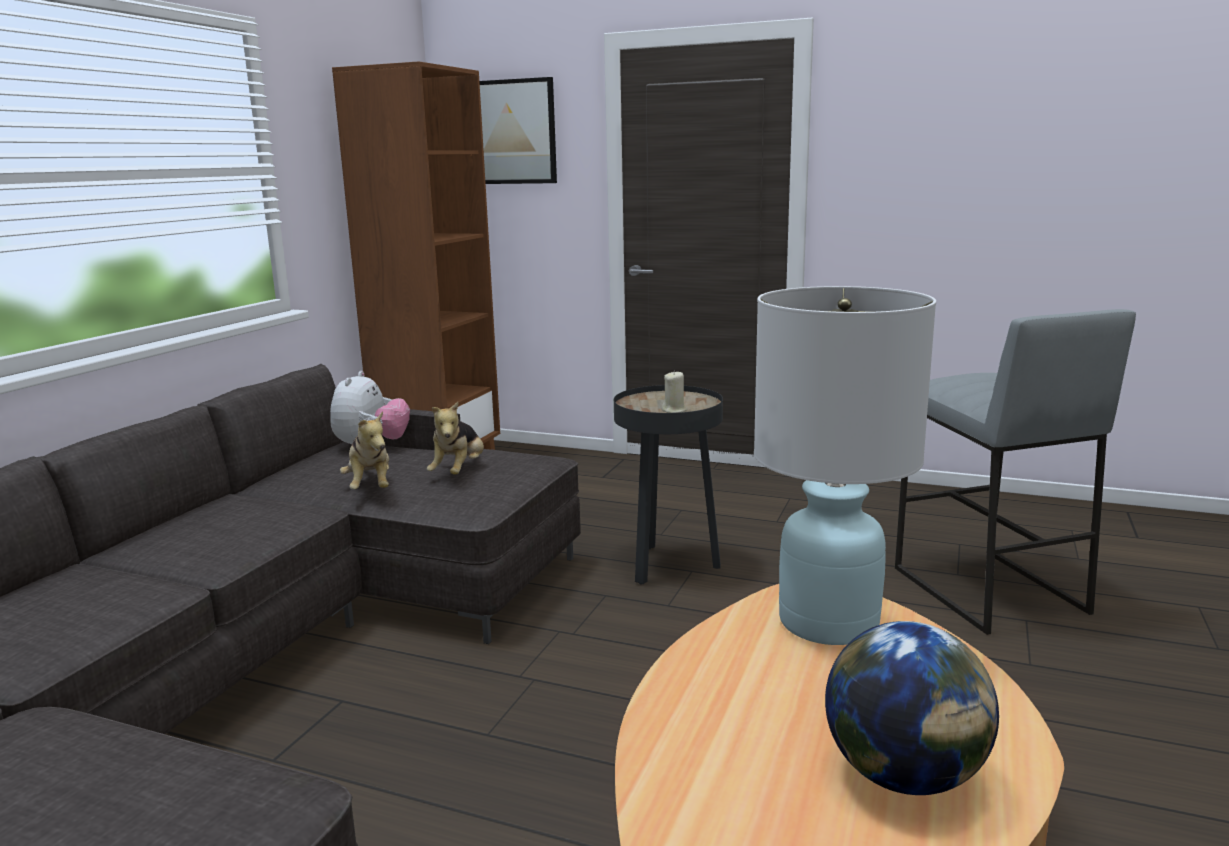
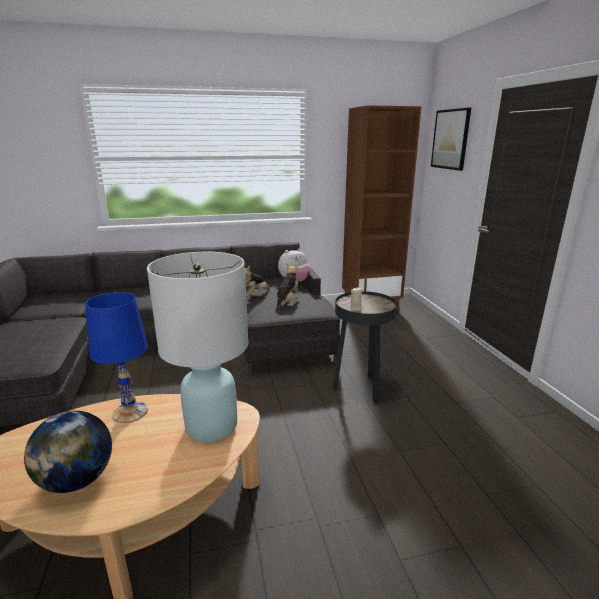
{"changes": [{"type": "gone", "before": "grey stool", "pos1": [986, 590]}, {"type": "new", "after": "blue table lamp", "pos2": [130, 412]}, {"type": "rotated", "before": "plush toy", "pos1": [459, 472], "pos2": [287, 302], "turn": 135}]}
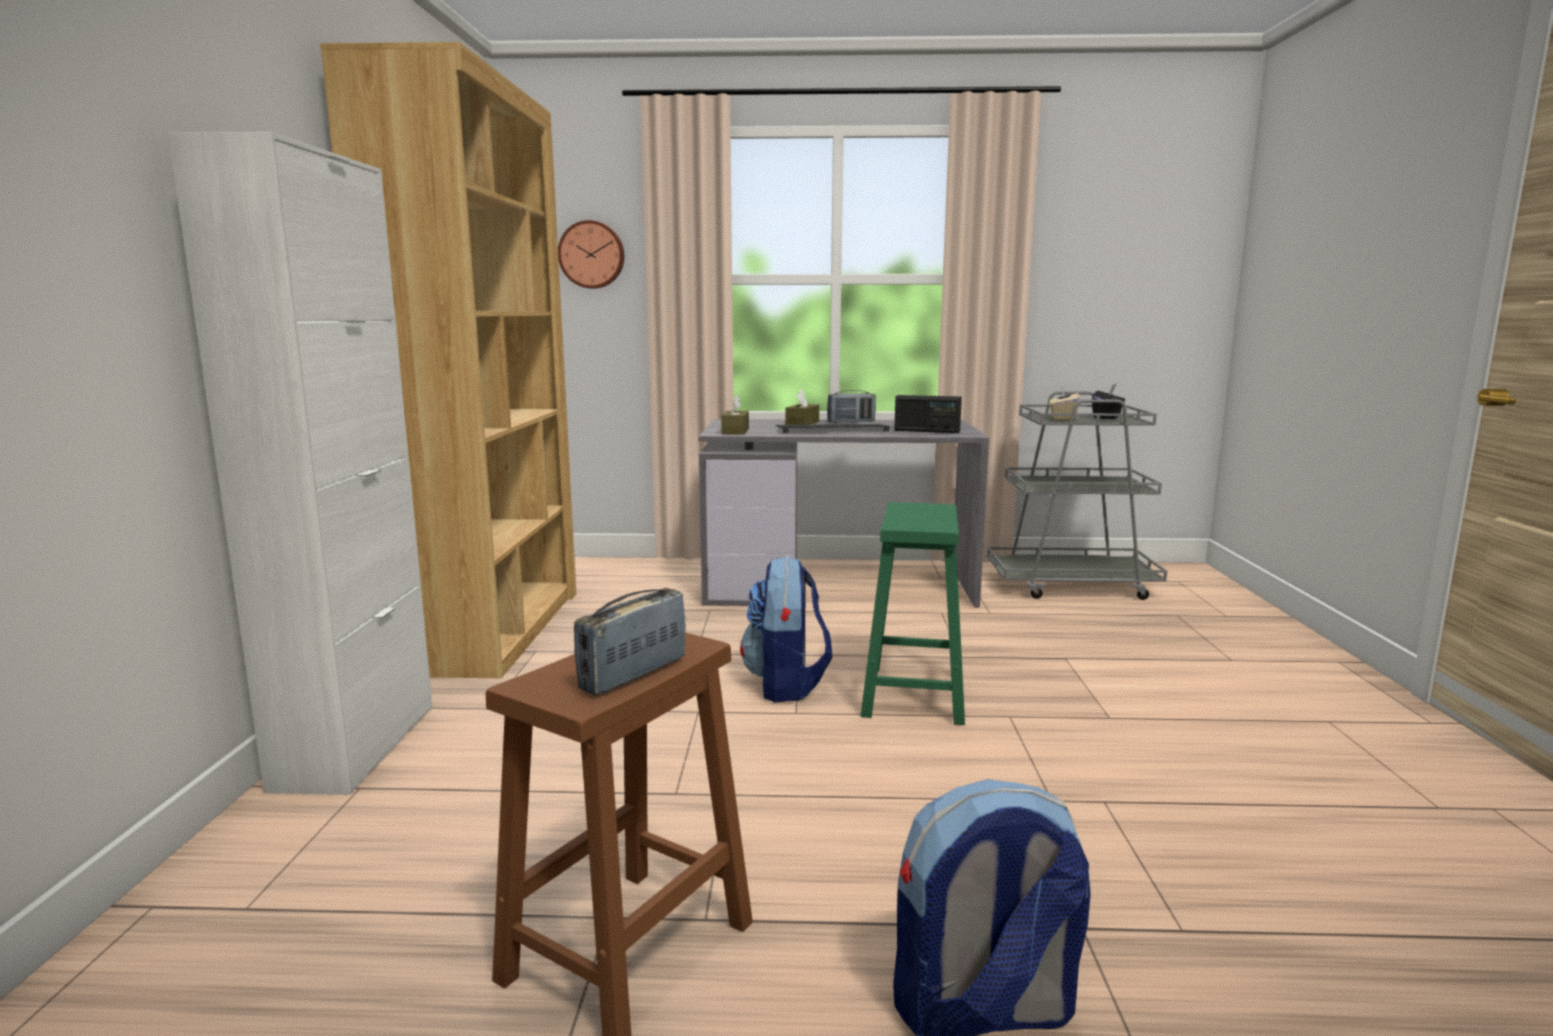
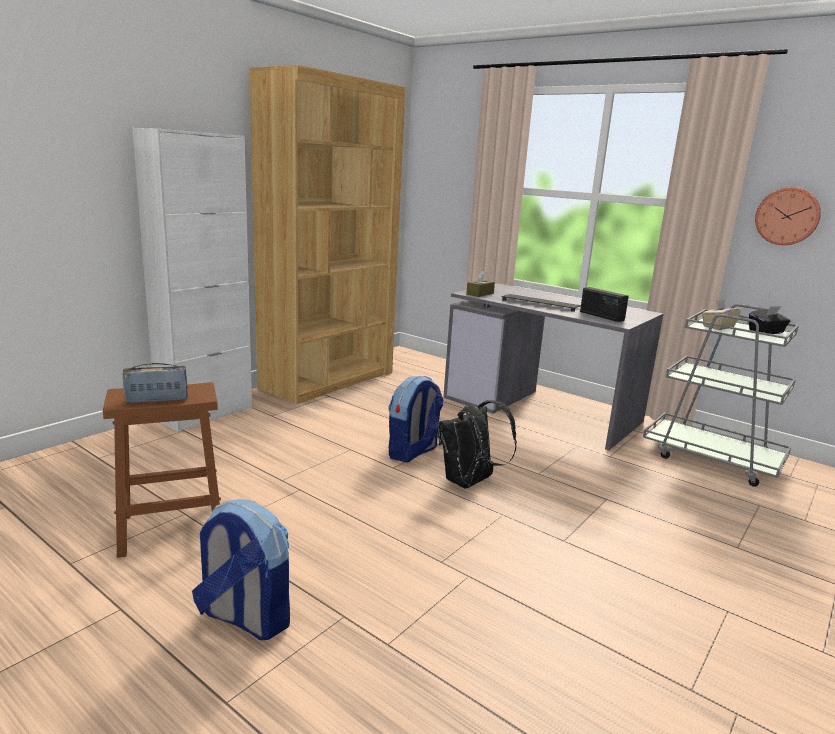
{"changes": [{"type": "gone", "before": "brown tissue box", "pos1": [802, 423]}, {"type": "gone", "before": "radio", "pos1": [851, 422]}, {"type": "shifted", "before": "wall clock", "pos1": [592, 255], "pos2": [787, 216]}, {"type": "swapped", "before": "green stool", "after": "black backpack", "pos1": [914, 695], "pos2": [469, 483]}]}
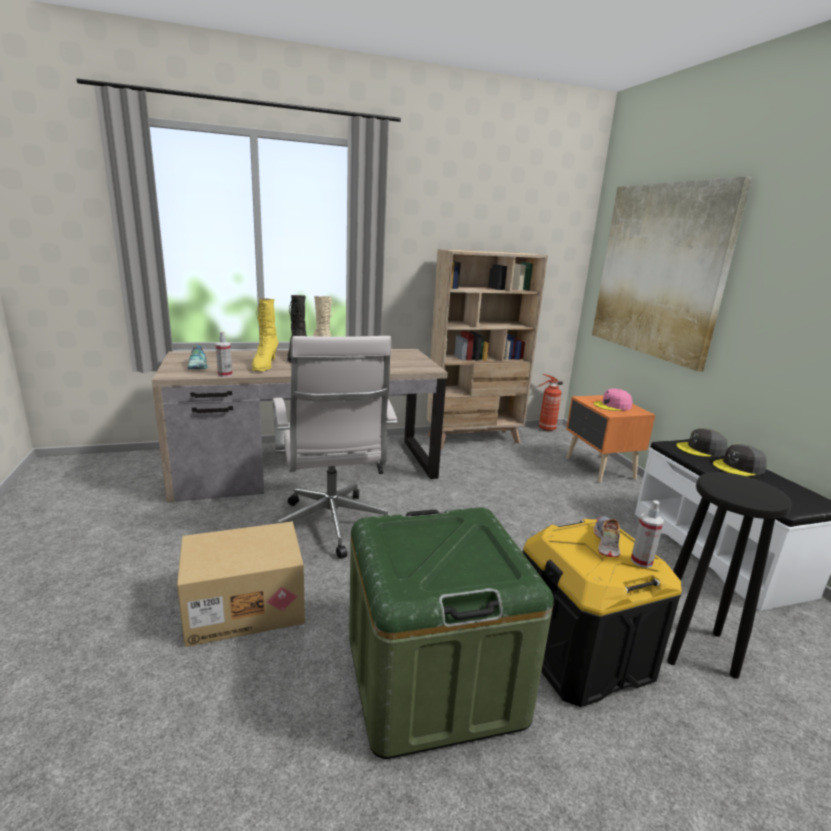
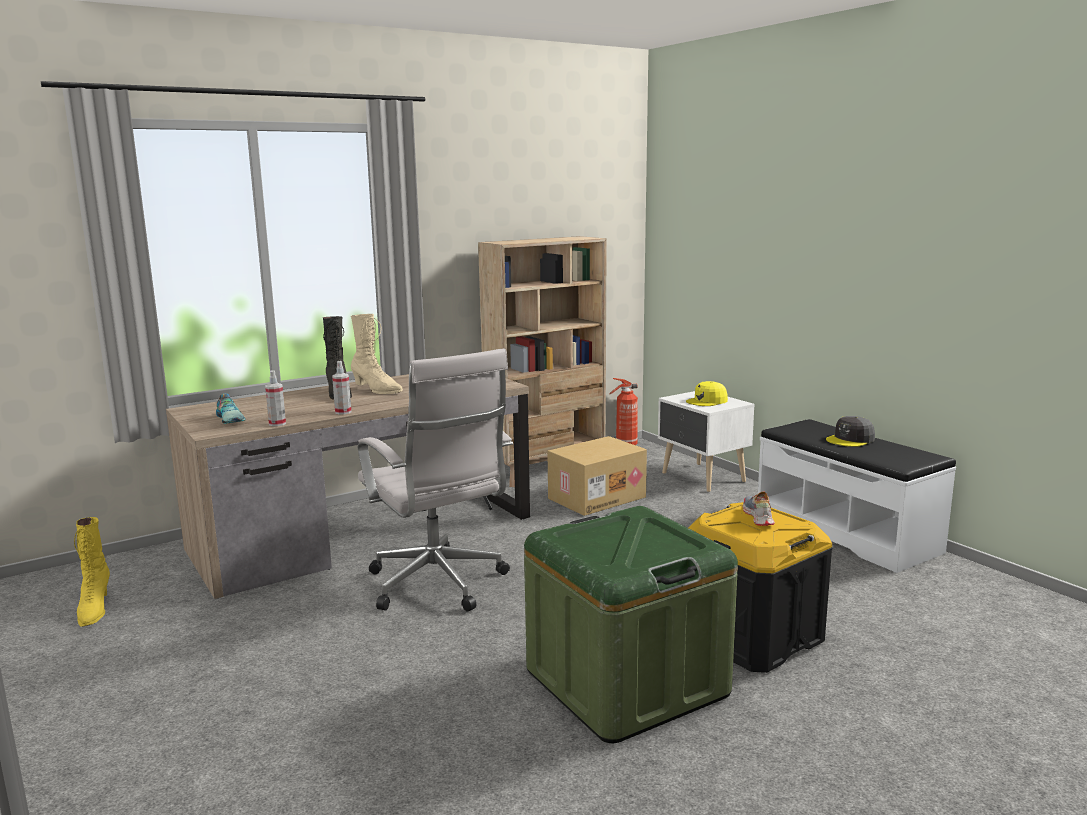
{"changes": [{"type": "gone", "before": "picture", "pos1": [659, 271]}, {"type": "gone", "before": "black stool", "pos1": [694, 646]}, {"type": "gone", "before": "grey cap", "pos1": [701, 449]}, {"type": "shifted", "before": "cardboard box", "pos1": [245, 606], "pos2": [596, 497]}, {"type": "shifted", "before": "yellow boot", "pos1": [264, 365], "pos2": [94, 610]}, {"type": "shifted", "before": "spray bottle", "pos1": [641, 561], "pos2": [343, 412]}, {"type": "repainted", "before": "orange nightstand", "after": "white nightstand", "pos1": [599, 469], "pos2": [703, 478]}, {"type": "repainted", "before": "pink cap", "after": "yellow cap", "pos1": [612, 406], "pos2": [707, 401]}]}
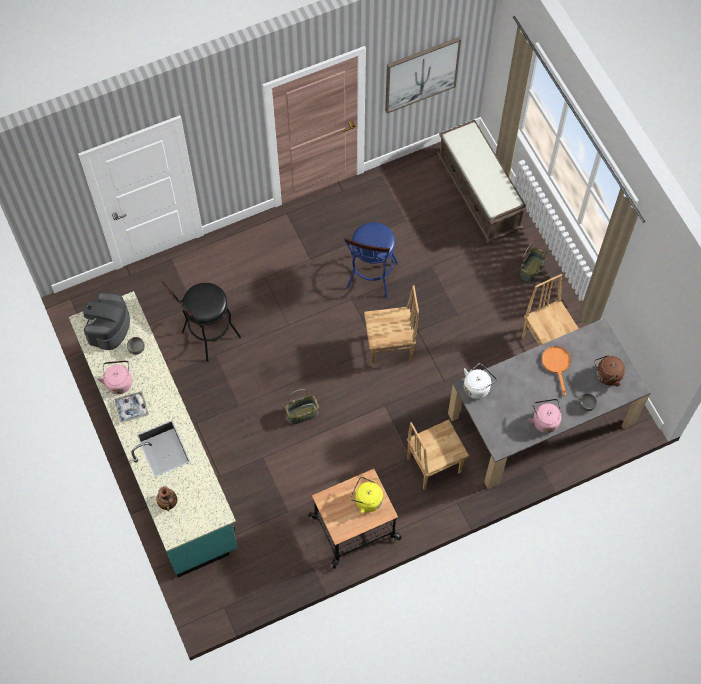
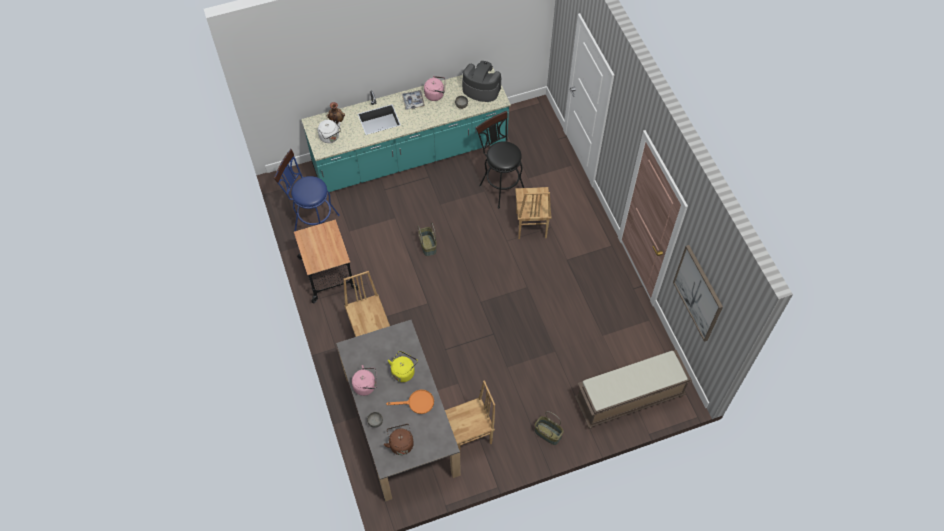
{"changes": [{"type": "shifted", "before": "blue stool", "pos1": [371, 280], "pos2": [313, 222]}, {"type": "shifted", "before": "yellow kettle", "pos1": [366, 500], "pos2": [403, 371]}, {"type": "shifted", "before": "brown chair", "pos1": [390, 349], "pos2": [530, 225]}, {"type": "shifted", "before": "white kettle", "pos1": [477, 386], "pos2": [330, 137]}]}
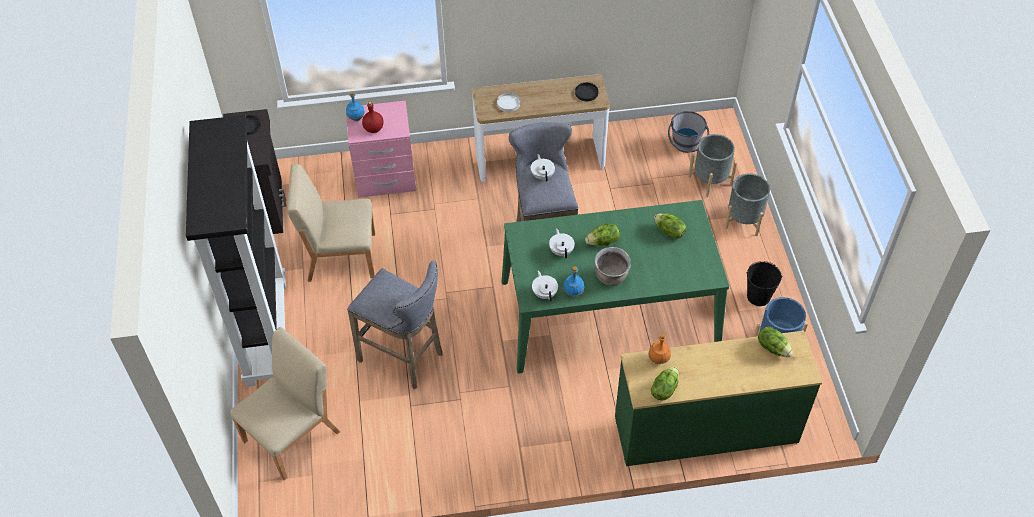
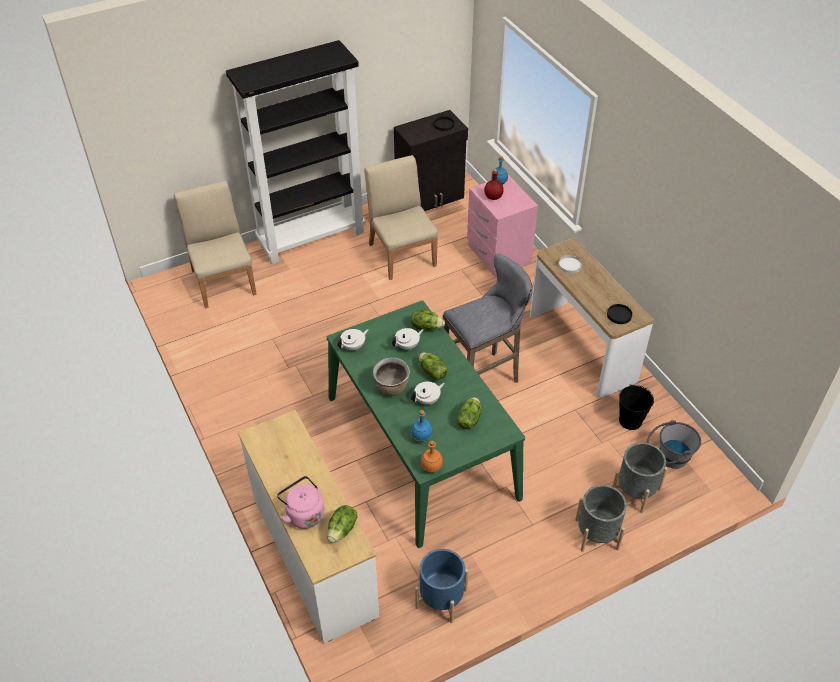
{"changes": [{"type": "gone", "before": "grey stool", "pos1": [404, 358]}, {"type": "new", "after": "pink kettle", "pos2": [303, 513]}, {"type": "shifted", "before": "white teapot", "pos1": [542, 175], "pos2": [427, 400]}, {"type": "shifted", "before": "blue bottle", "pos1": [573, 293], "pos2": [421, 438]}, {"type": "shifted", "before": "orange bottle", "pos1": [658, 360], "pos2": [431, 468]}, {"type": "shifted", "before": "lettuce", "pos1": [664, 389], "pos2": [426, 327]}, {"type": "shifted", "before": "black bucket", "pos1": [758, 297], "pos2": [630, 421]}, {"type": "repainted", "before": "green dresser", "after": "white dresser", "pos1": [706, 430], "pos2": [313, 556]}, {"type": "rotated", "before": "beige chair", "pos1": [293, 435], "pos2": [224, 281], "turn": -135}]}
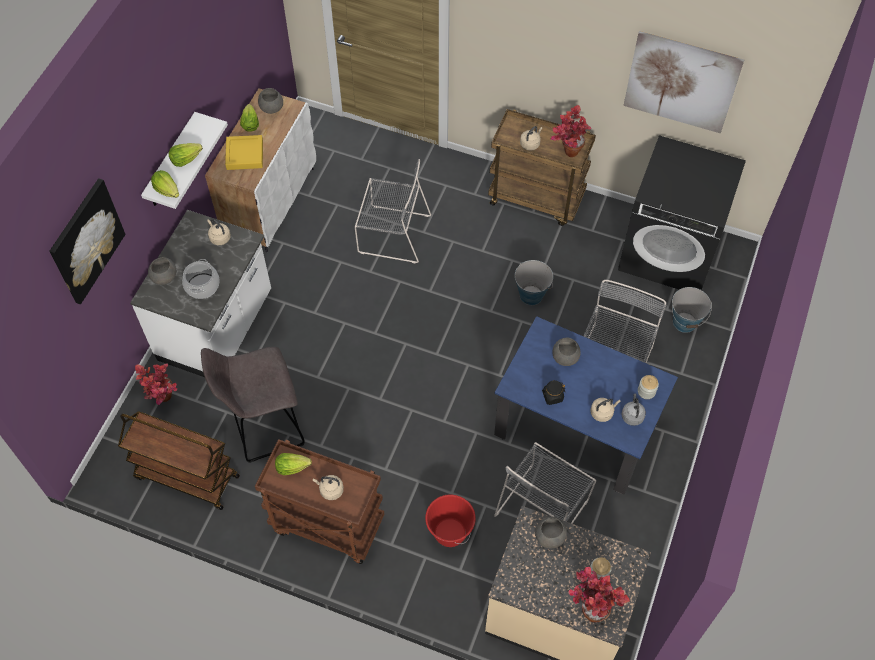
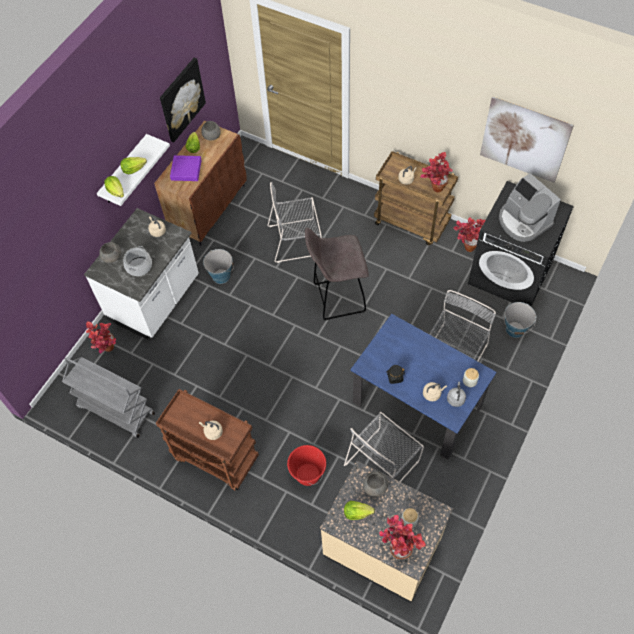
{"changes": [{"type": "gone", "before": "grey bowl", "pos1": [565, 356]}, {"type": "new", "after": "potted plant", "pos2": [466, 246]}, {"type": "new", "after": "coffee machine", "pos2": [523, 221]}, {"type": "shifted", "before": "picture", "pos1": [86, 241], "pos2": [181, 99]}, {"type": "shifted", "before": "grey stool", "pos1": [265, 428], "pos2": [337, 298]}, {"type": "shifted", "before": "lettuce", "pos1": [292, 467], "pos2": [357, 512]}, {"type": "shifted", "before": "bucket", "pos1": [531, 295], "pos2": [221, 276]}, {"type": "repainted", "before": "brown cart", "after": "grey cart", "pos1": [186, 477], "pos2": [115, 410]}, {"type": "repainted", "before": "white cabinet", "after": "brown cabinet", "pos1": [270, 202], "pos2": [208, 208]}, {"type": "repainted", "before": "yellow tray", "after": "purple tray", "pos1": [245, 155], "pos2": [186, 170]}, {"type": "rotated", "before": "grey chair", "pos1": [391, 233], "pos2": [296, 240], "turn": 150}]}
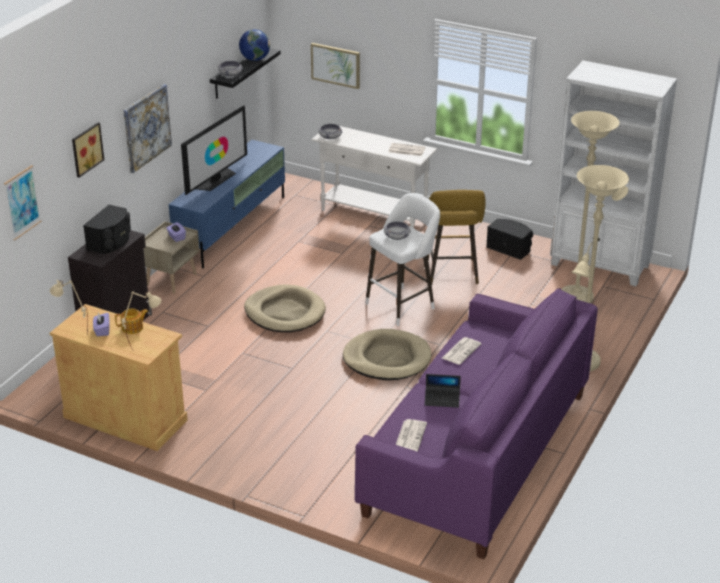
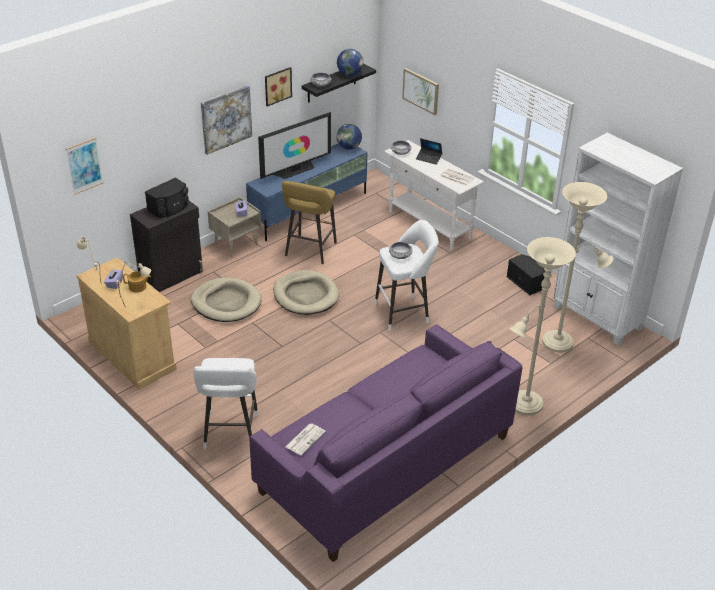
{"changes": [{"type": "gone", "before": "newspaper", "pos1": [461, 351]}, {"type": "new", "after": "white stool", "pos2": [230, 434]}, {"type": "new", "after": "globe", "pos2": [349, 147]}, {"type": "shifted", "before": "picture", "pos1": [85, 149], "pos2": [277, 85]}, {"type": "shifted", "before": "beige dog bed", "pos1": [387, 358], "pos2": [226, 303]}, {"type": "shifted", "before": "laptop", "pos1": [442, 400], "pos2": [428, 158]}, {"type": "shifted", "before": "yellow stool", "pos1": [452, 274], "pos2": [309, 251]}]}
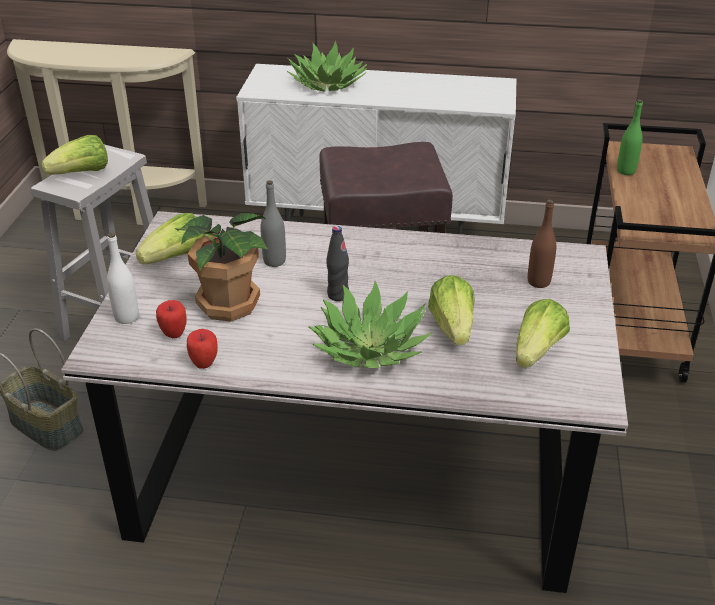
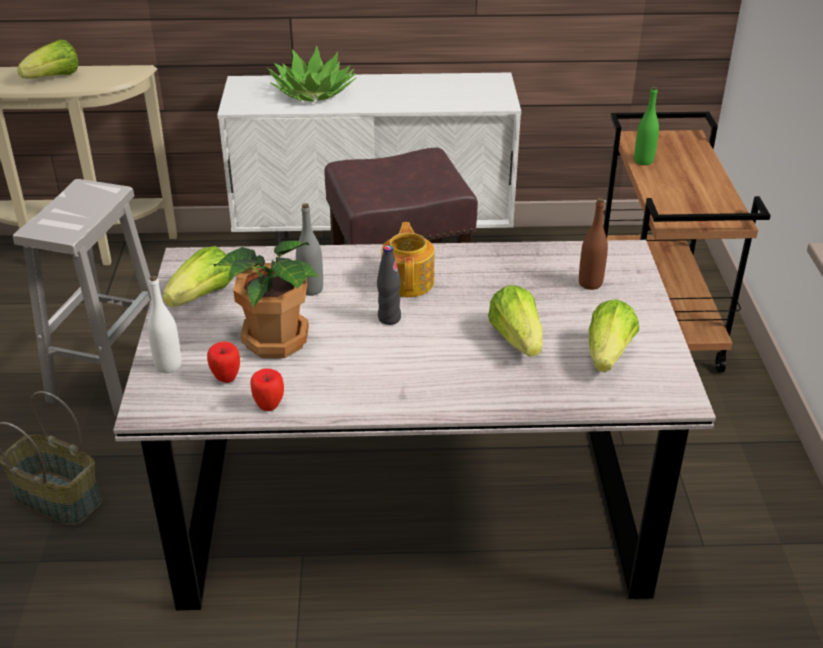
{"changes": [{"type": "gone", "before": "potted plant", "pos1": [370, 348]}, {"type": "new", "after": "teapot", "pos2": [408, 281]}, {"type": "shifted", "before": "lettuce", "pos1": [81, 173], "pos2": [54, 78]}]}
